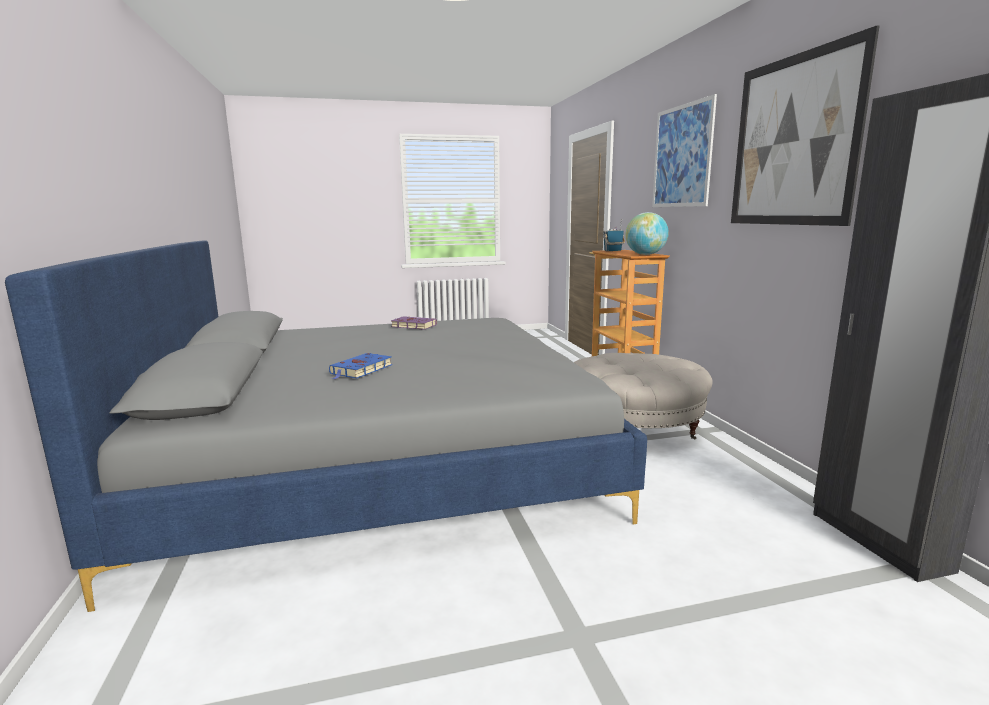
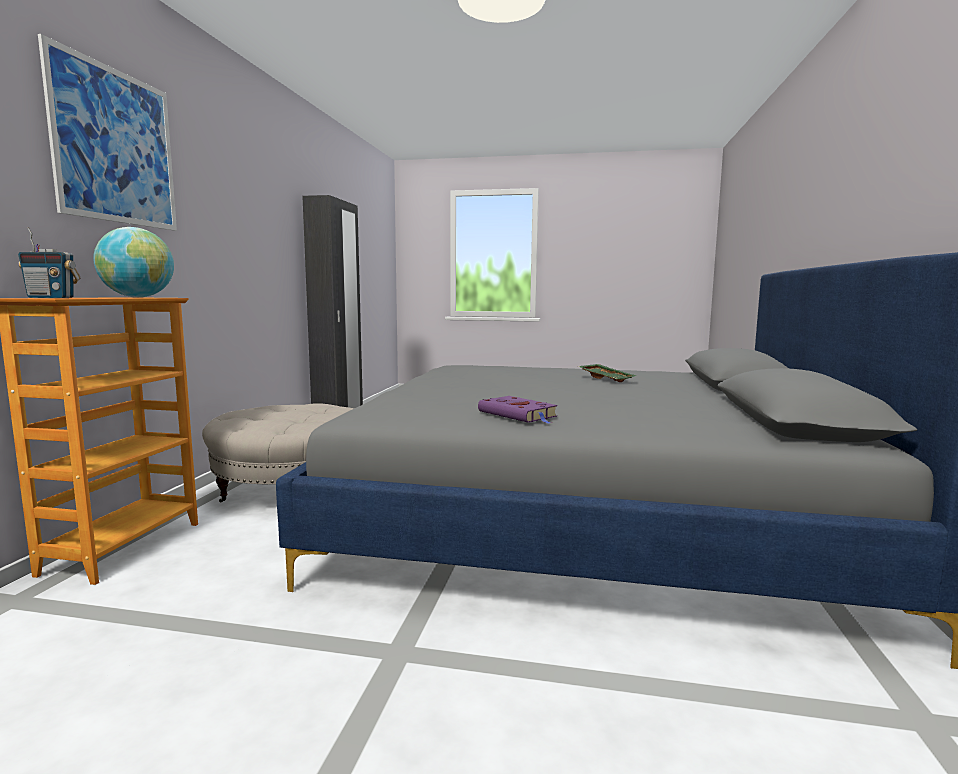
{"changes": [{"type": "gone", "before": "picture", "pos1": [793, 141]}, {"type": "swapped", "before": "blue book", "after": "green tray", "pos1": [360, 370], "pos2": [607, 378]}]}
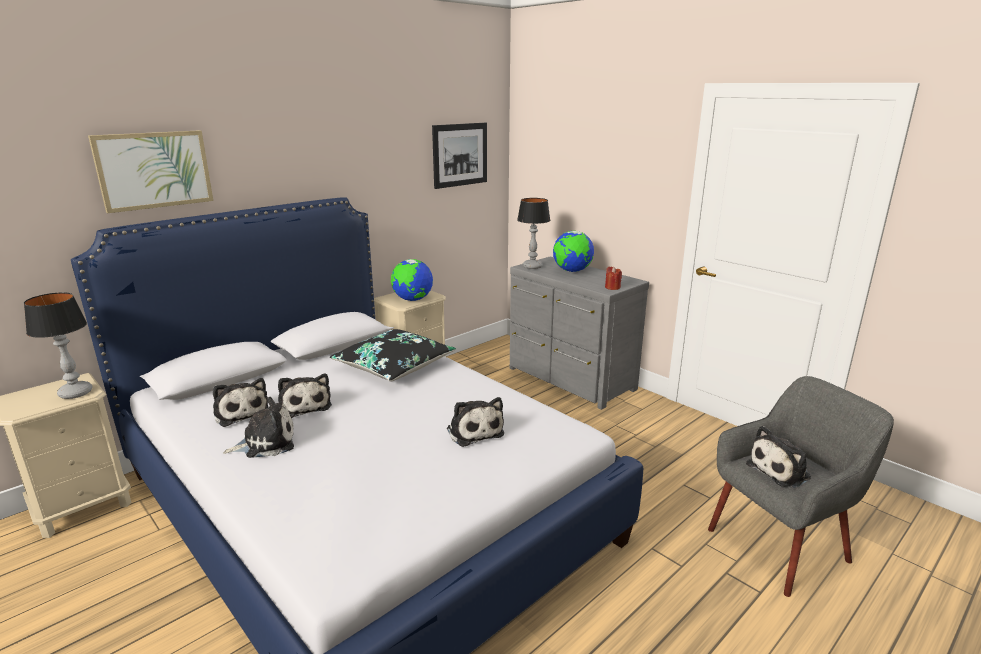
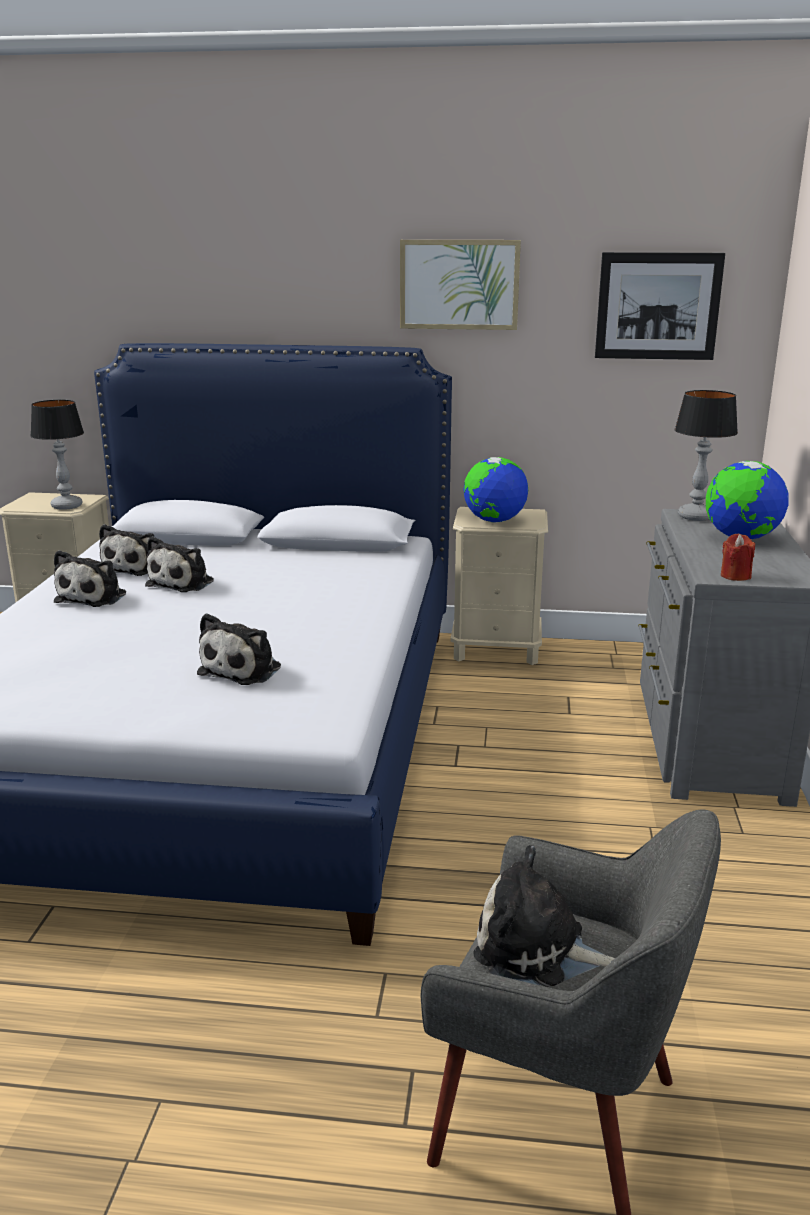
{"changes": [{"type": "gone", "before": "black pillow", "pos1": [394, 366]}, {"type": "shifted", "before": "picture", "pos1": [154, 170], "pos2": [459, 284]}, {"type": "rotated", "before": "plush toy", "pos1": [266, 442], "pos2": [94, 597], "turn": 75}]}
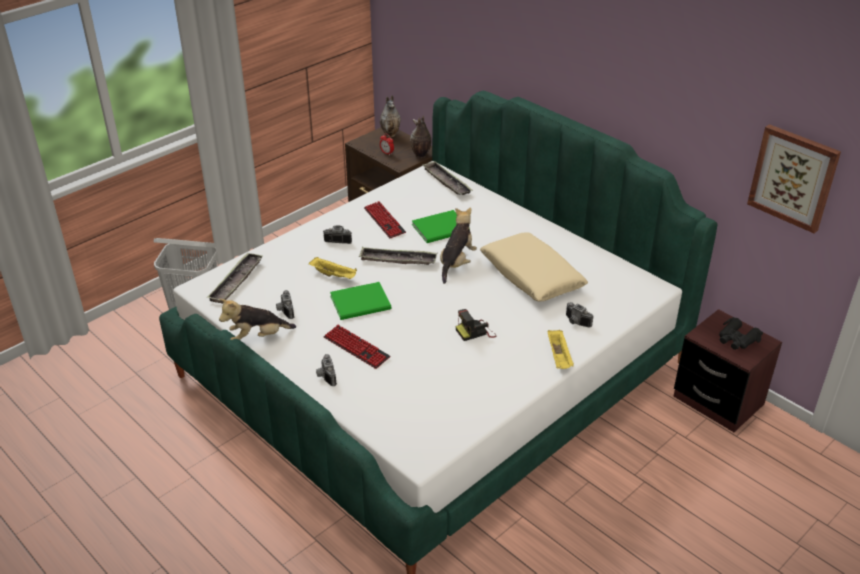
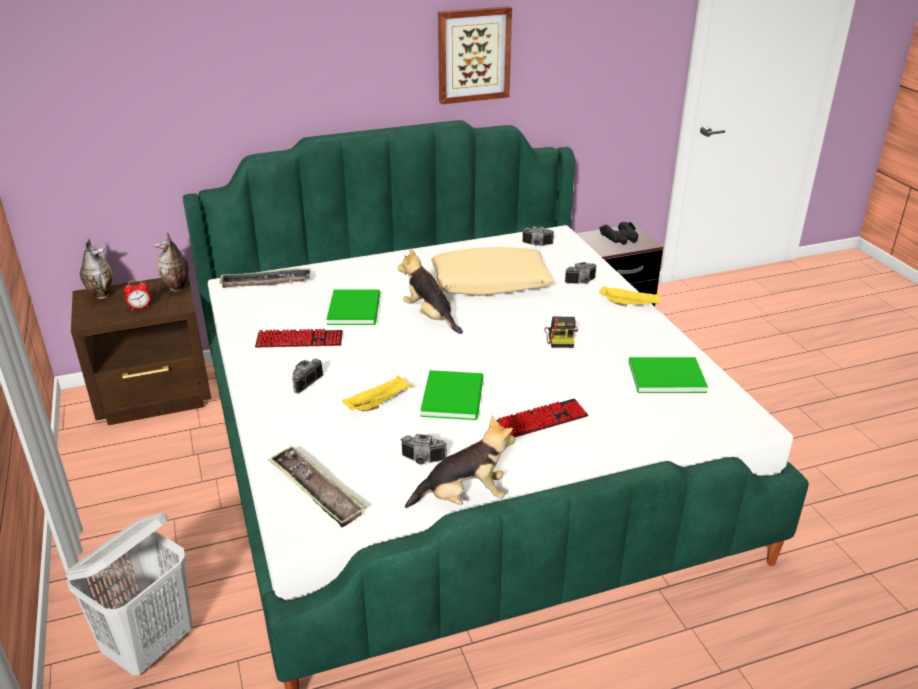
{"changes": [{"type": "gone", "before": "tray", "pos1": [398, 260]}, {"type": "new", "after": "green book", "pos2": [664, 376]}, {"type": "shifted", "before": "photo camera", "pos1": [325, 376], "pos2": [537, 245]}, {"type": "shifted", "before": "picture", "pos1": [793, 177], "pos2": [473, 55]}, {"type": "rotated", "before": "plush toy", "pos1": [257, 337], "pos2": [464, 497], "turn": -105}]}
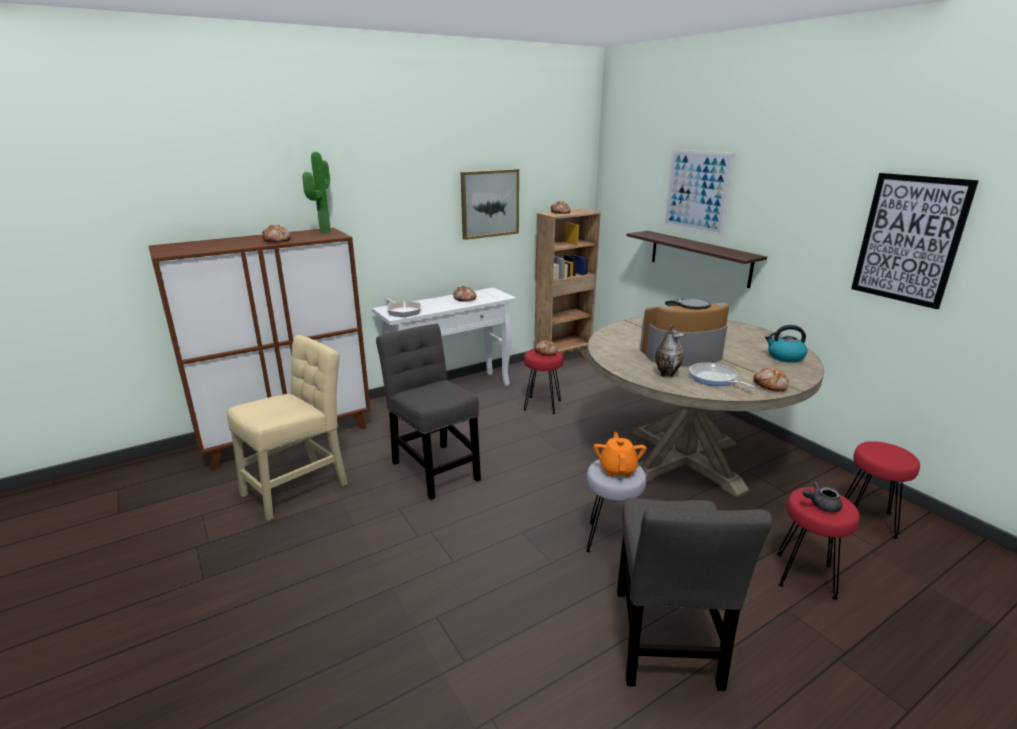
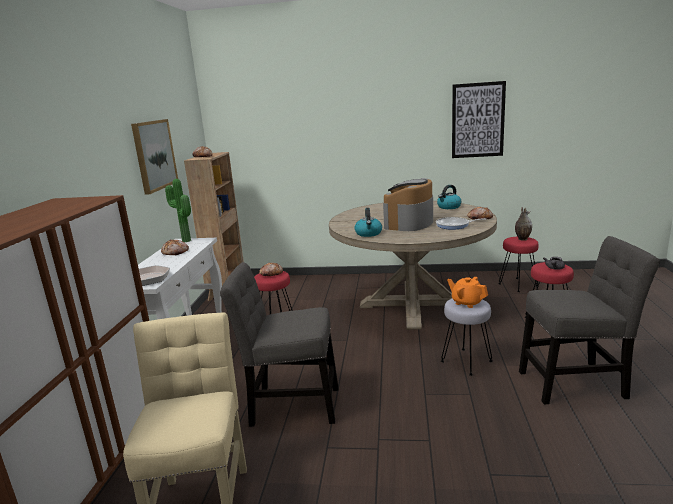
{"changes": [{"type": "gone", "before": "bread", "pos1": [277, 240]}, {"type": "gone", "before": "shelf", "pos1": [699, 258]}, {"type": "gone", "before": "picture", "pos1": [696, 191]}, {"type": "new", "after": "kettle", "pos2": [368, 233]}, {"type": "shifted", "before": "potted plant", "pos1": [323, 232], "pos2": [185, 241]}, {"type": "shifted", "before": "vase", "pos1": [667, 374], "pos2": [522, 239]}, {"type": "rotated", "before": "grey chair", "pos1": [665, 643], "pos2": [576, 383], "turn": -45}]}
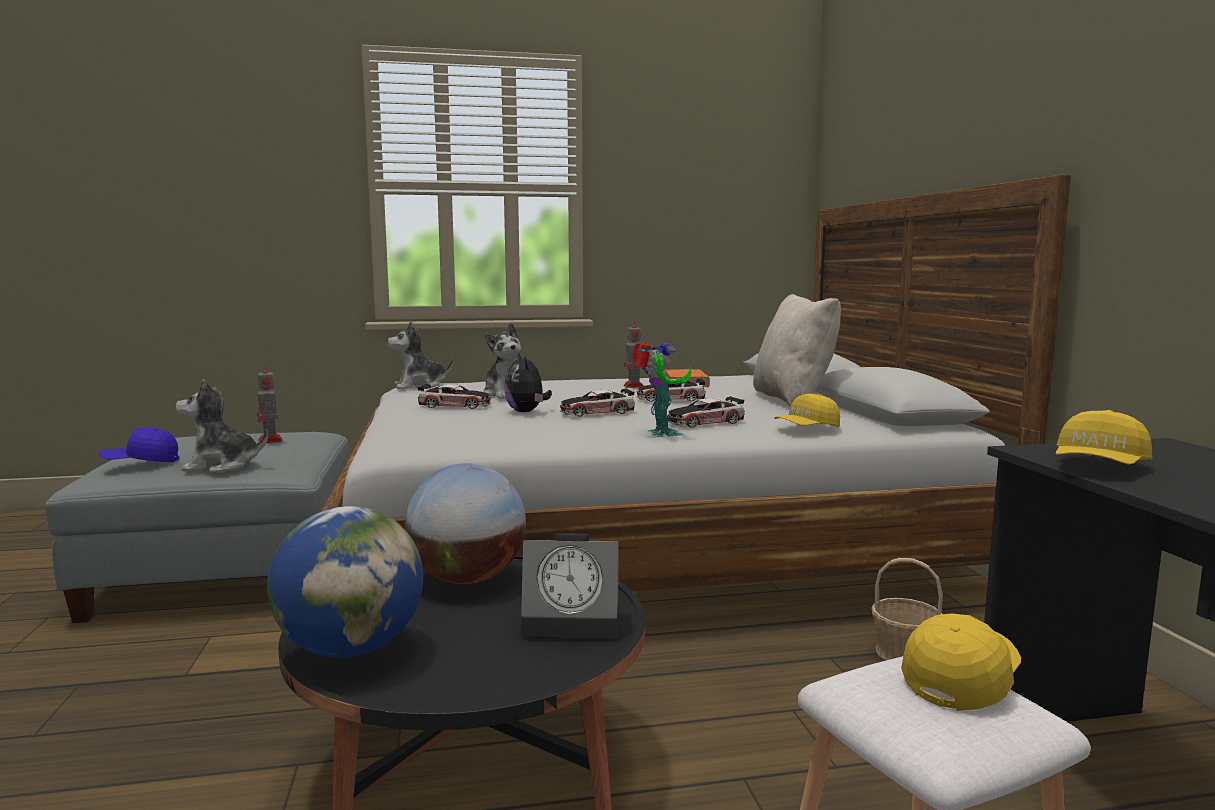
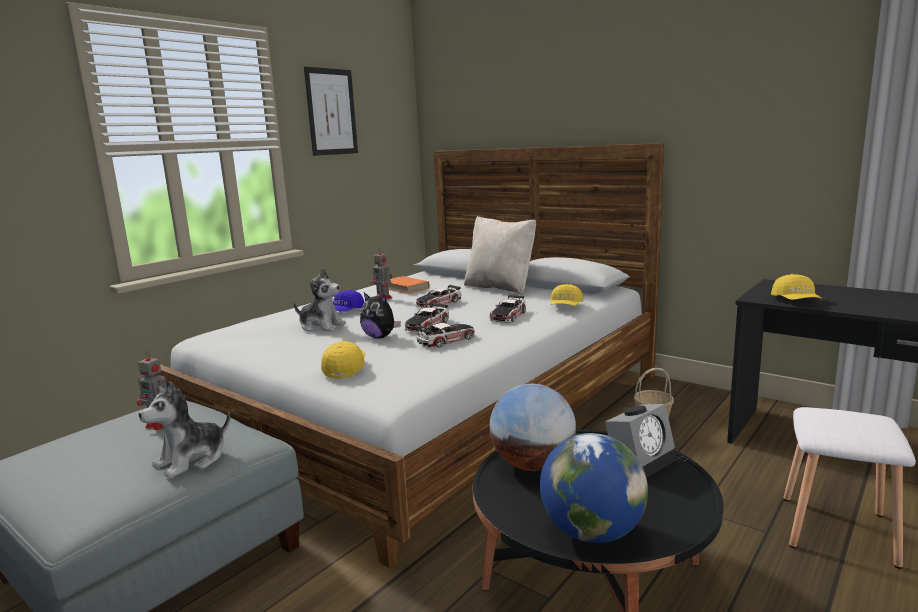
{"changes": [{"type": "gone", "before": "plush toy", "pos1": [419, 386]}, {"type": "gone", "before": "toy robot", "pos1": [661, 434]}, {"type": "new", "after": "picture", "pos2": [331, 112]}, {"type": "shifted", "before": "blue cap", "pos1": [141, 462], "pos2": [345, 312]}, {"type": "shifted", "before": "toy car", "pos1": [455, 405], "pos2": [447, 340]}, {"type": "shifted", "before": "yellow cap", "pos1": [961, 680], "pos2": [345, 368]}]}
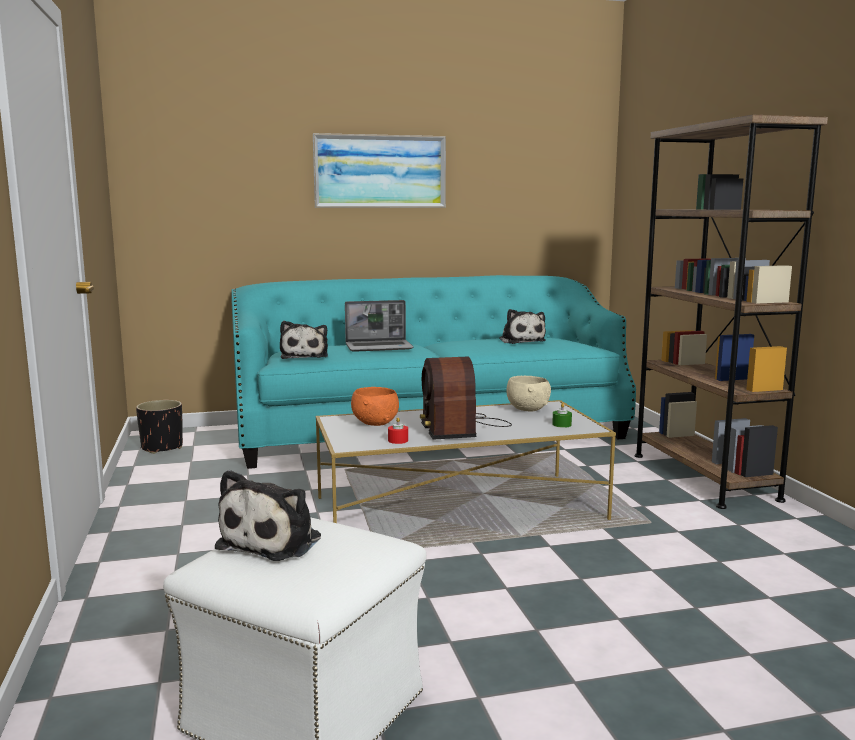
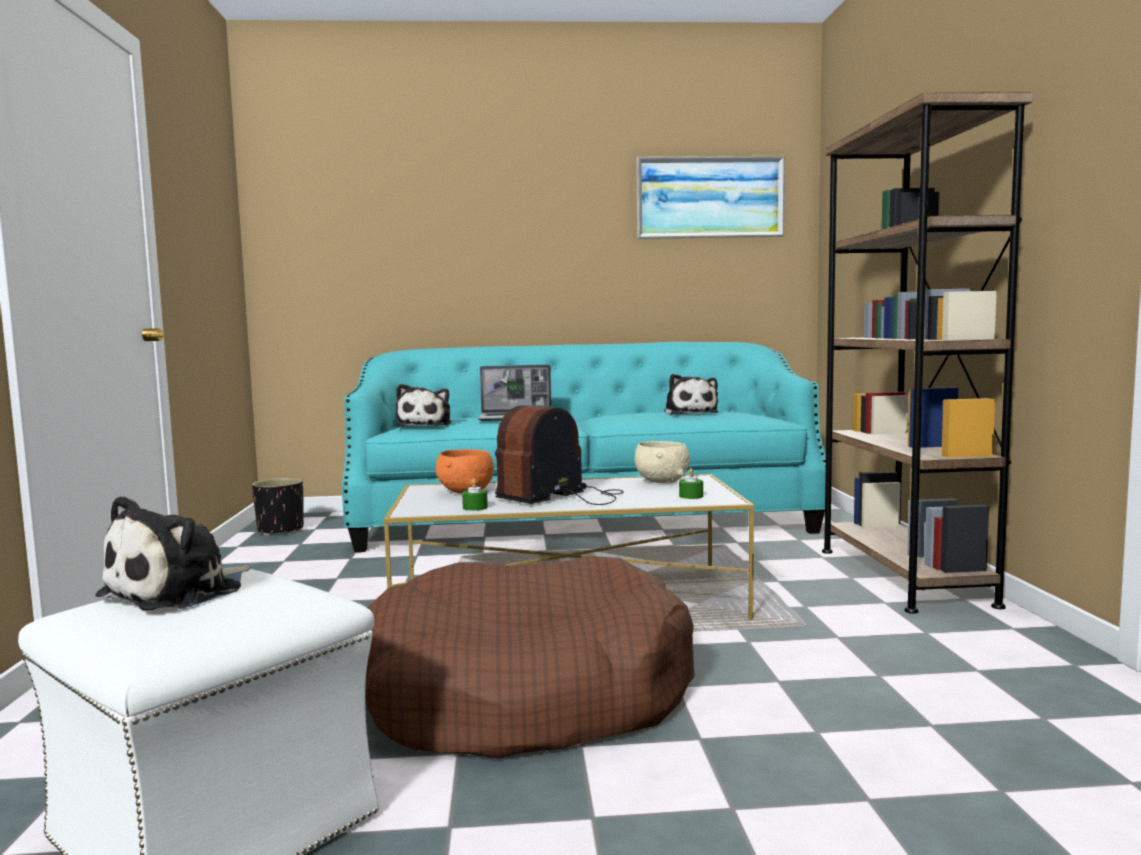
{"changes": [{"type": "new", "after": "brown dog bed", "pos2": [525, 693]}, {"type": "shifted", "before": "picture", "pos1": [380, 171], "pos2": [710, 197]}, {"type": "repainted", "before": "red candle", "after": "green candle", "pos1": [398, 440], "pos2": [475, 507]}, {"type": "rotated", "before": "radio", "pos1": [460, 428], "pos2": [562, 497], "turn": 45}]}
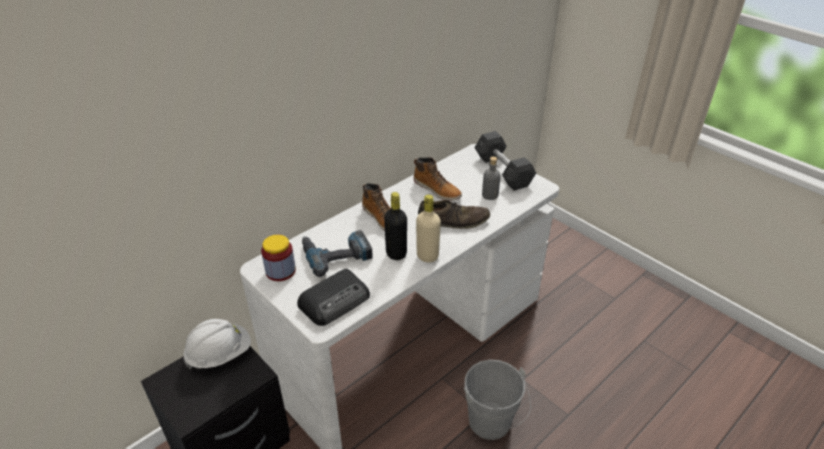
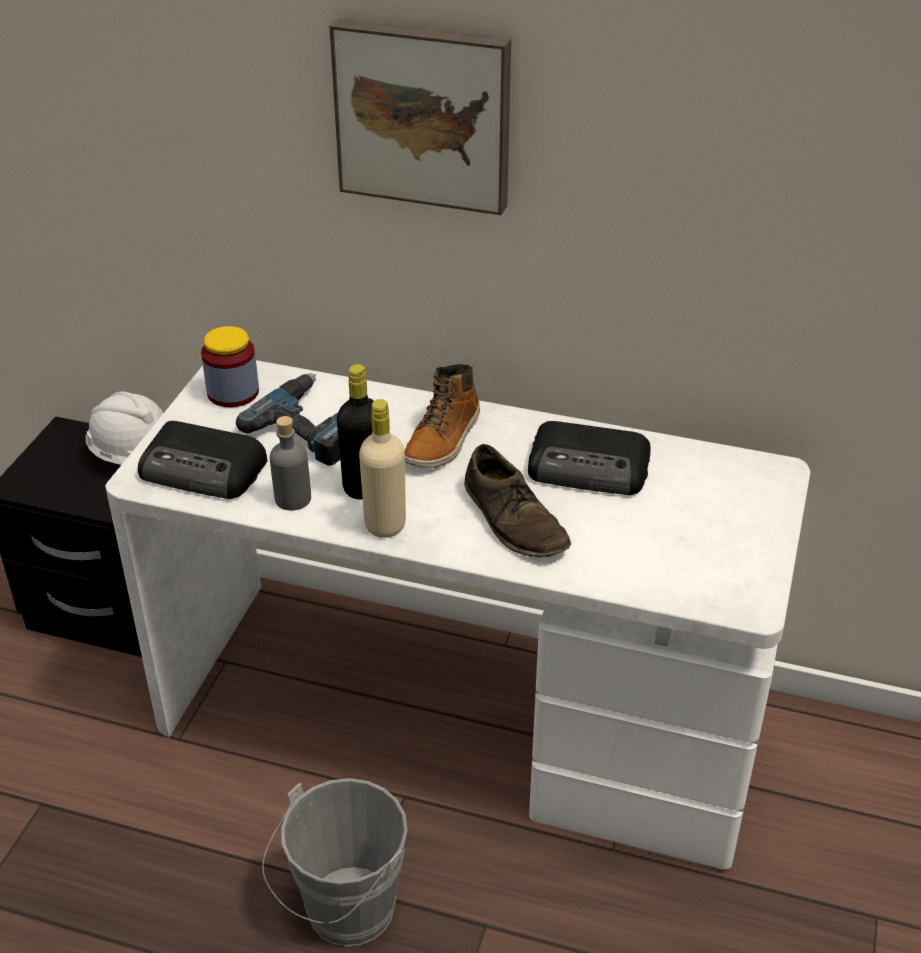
{"changes": [{"type": "gone", "before": "grey dumbbell", "pos1": [503, 171]}, {"type": "new", "after": "picture", "pos2": [424, 114]}, {"type": "shifted", "before": "grey bottle", "pos1": [490, 195], "pos2": [292, 499]}, {"type": "swapped", "before": "boot", "after": "radio", "pos1": [437, 190], "pos2": [590, 468]}]}
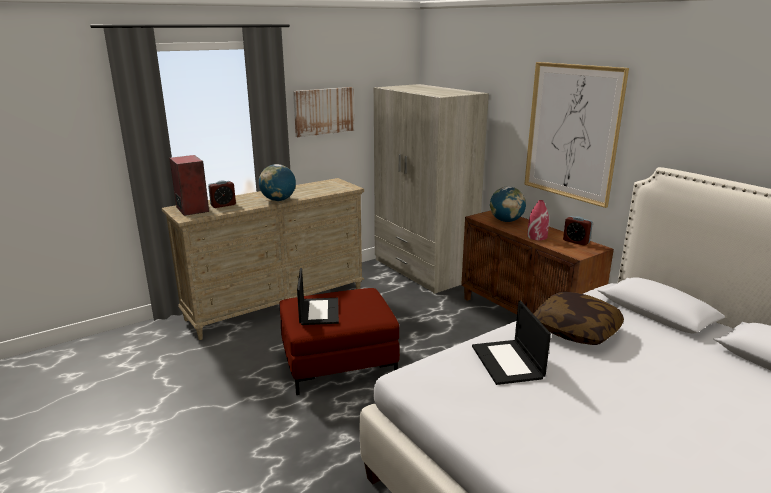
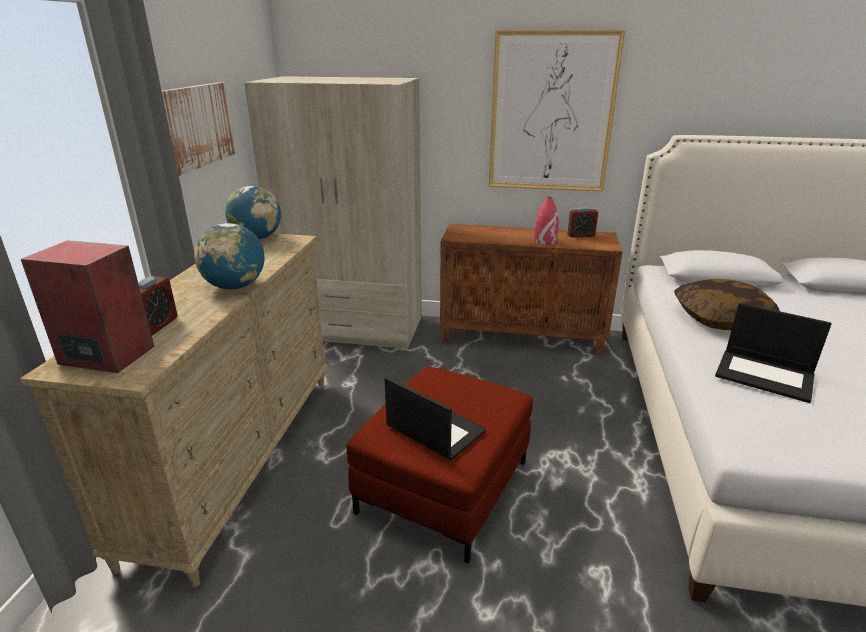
{"changes": [{"type": "shifted", "before": "globe", "pos1": [506, 221], "pos2": [257, 238]}]}
